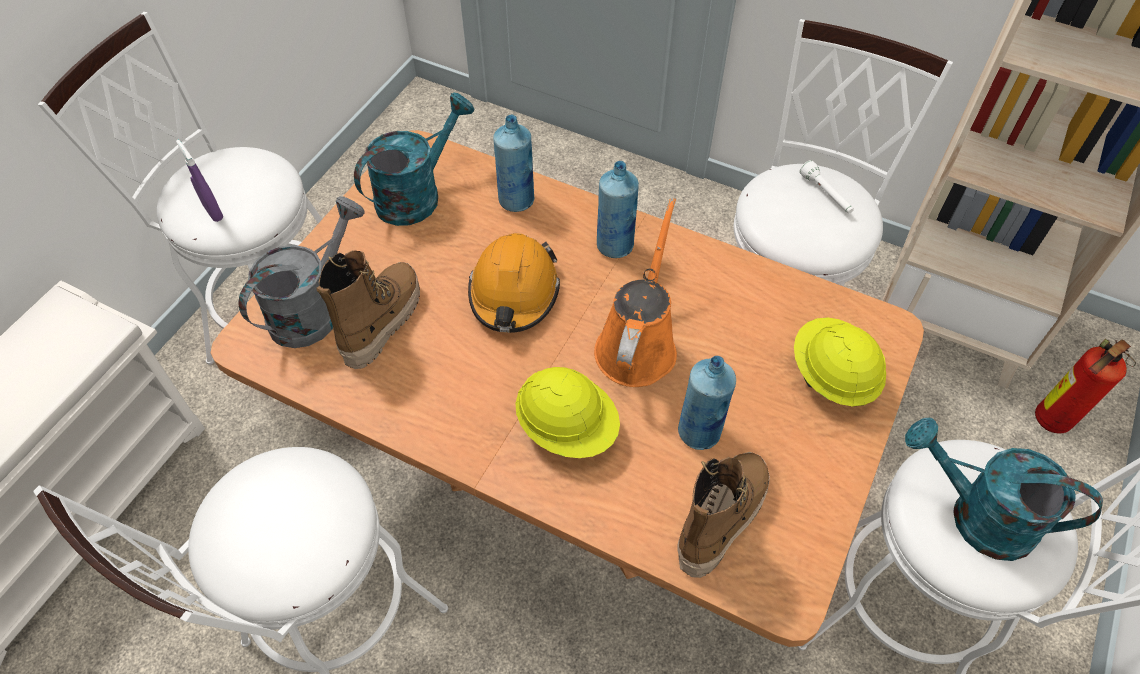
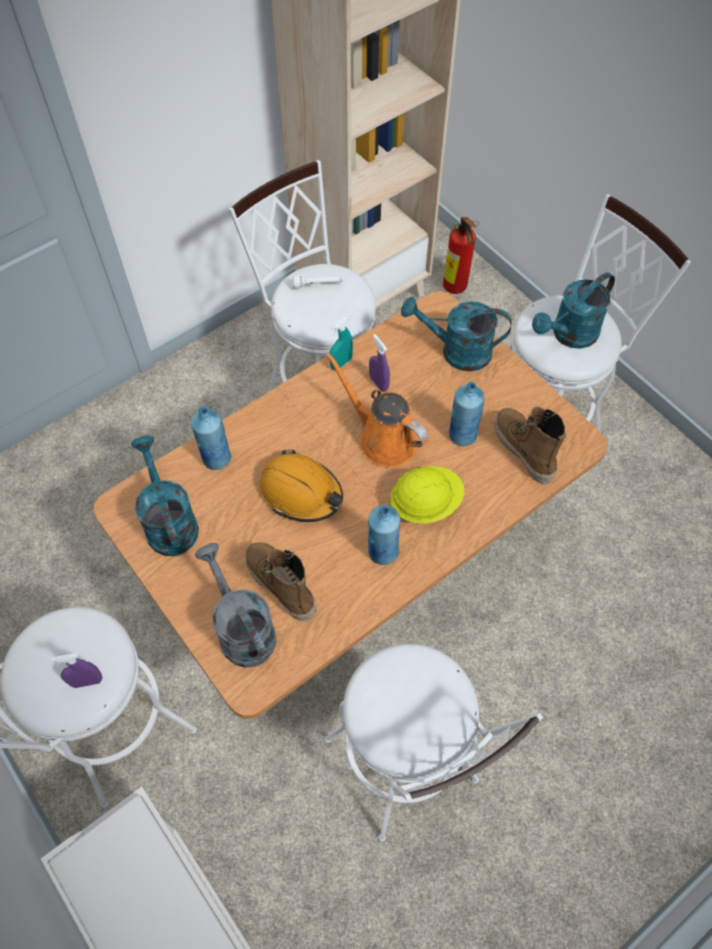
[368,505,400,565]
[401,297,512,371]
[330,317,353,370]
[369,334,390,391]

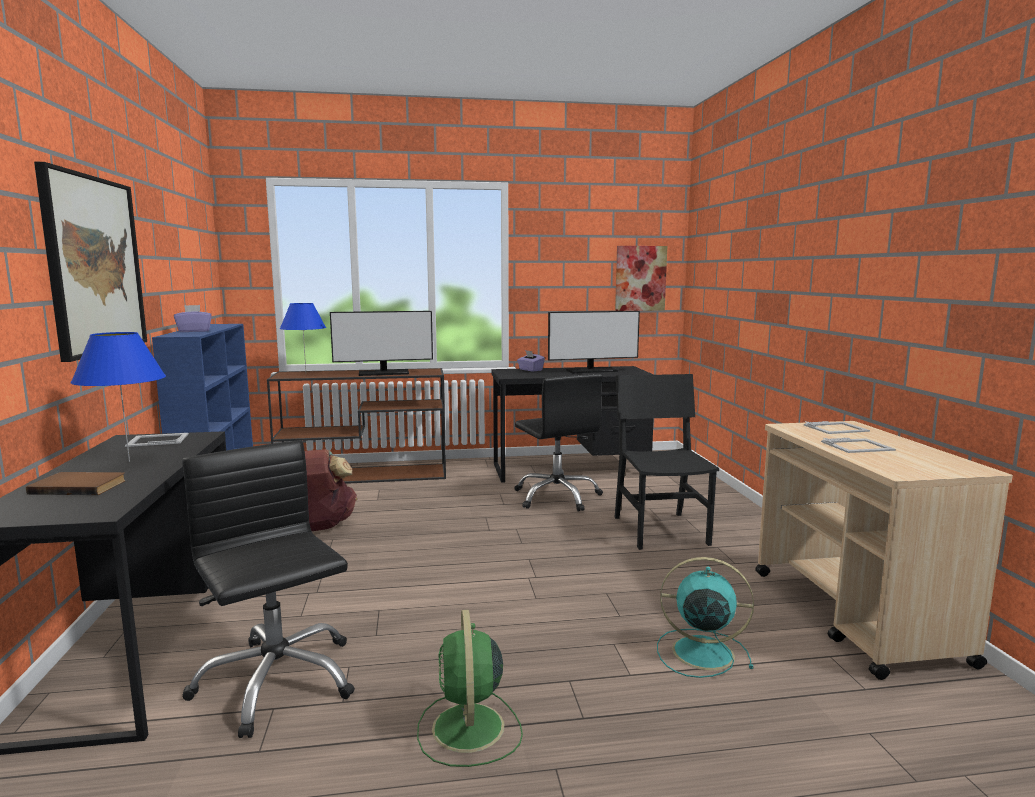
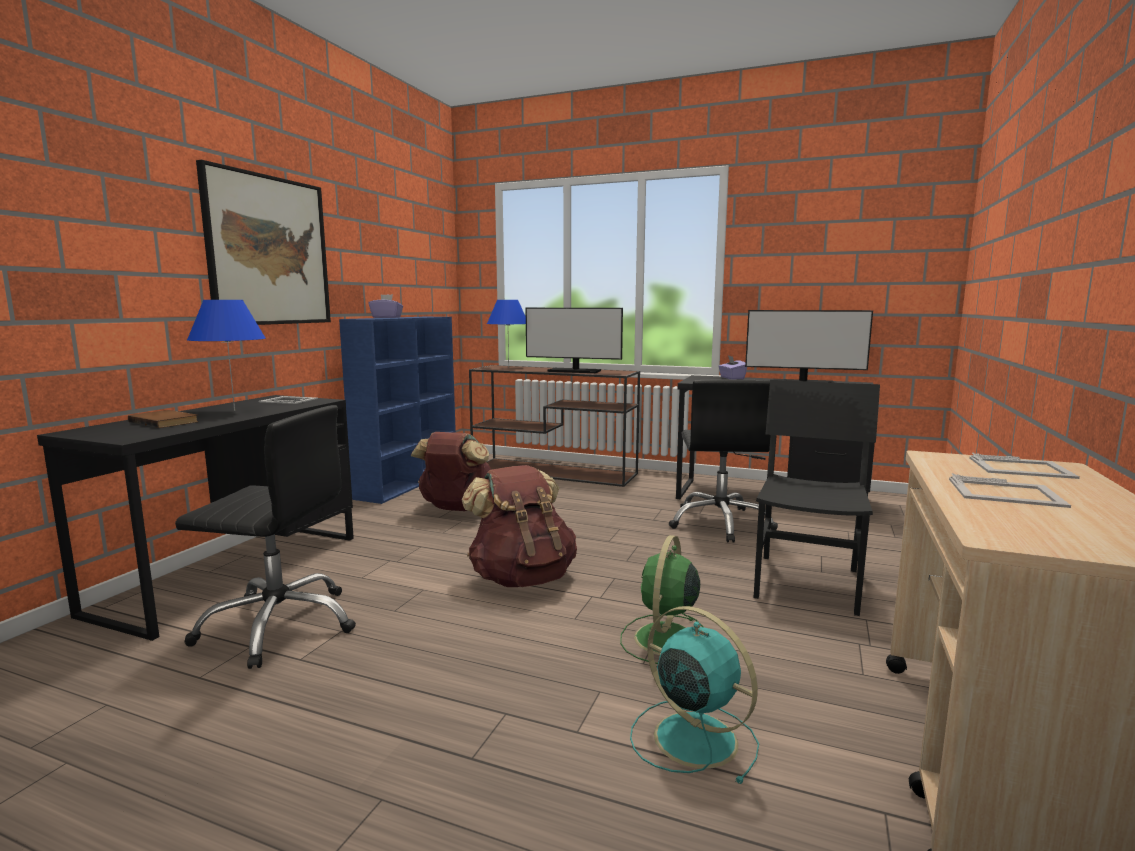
[615,246,667,311] (first image)
[175,405,356,669]
[620,535,704,664]
[462,465,577,587]

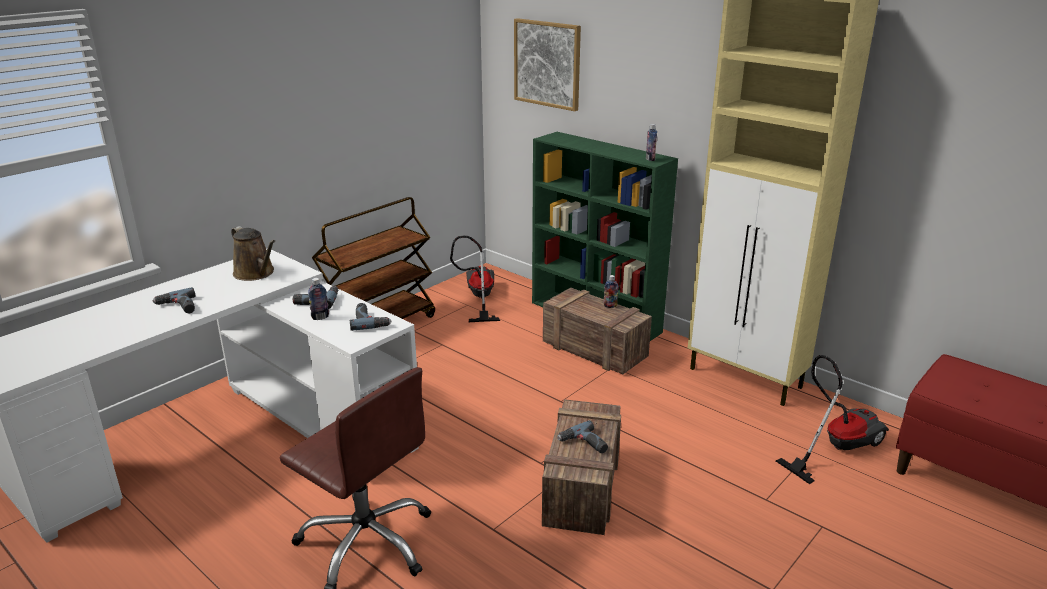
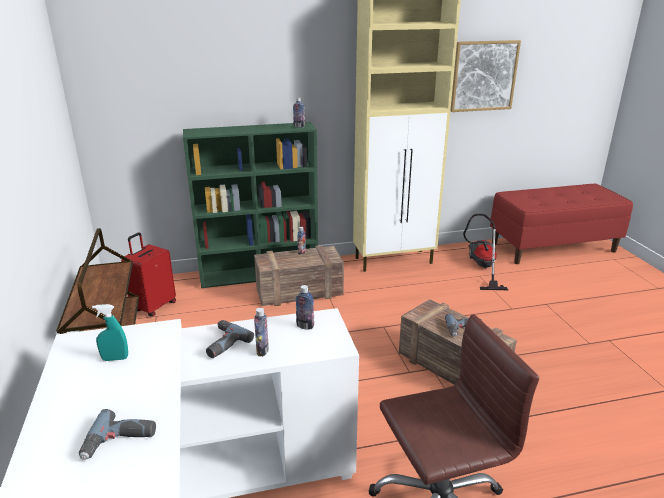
[450,40,521,112]
[92,304,128,361]
[121,232,176,316]
[295,285,314,330]

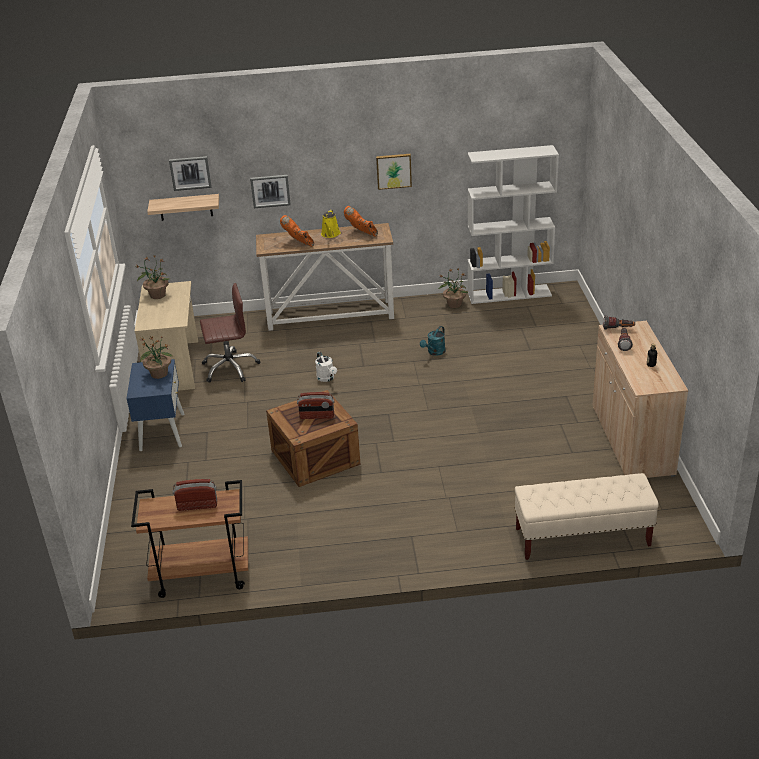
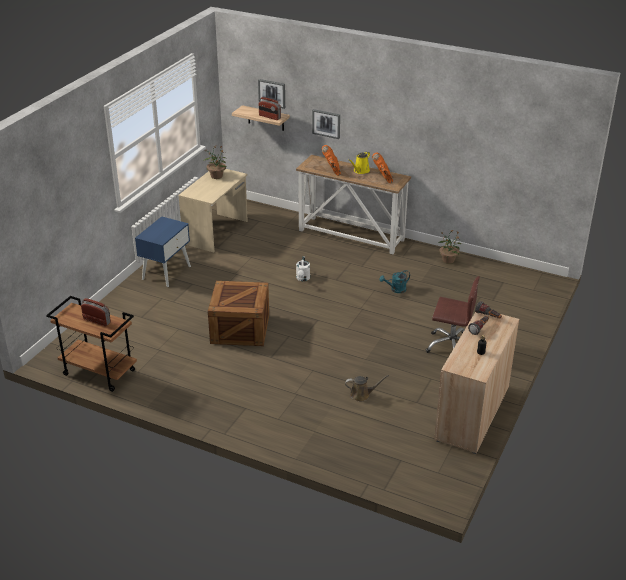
[468,145,559,304] (first image)
[376,154,412,190] (first image)
[426,276,480,353]
[140,337,174,379] (first image)
[259,97,281,120]
[515,473,659,560] (first image)
[345,375,389,402]

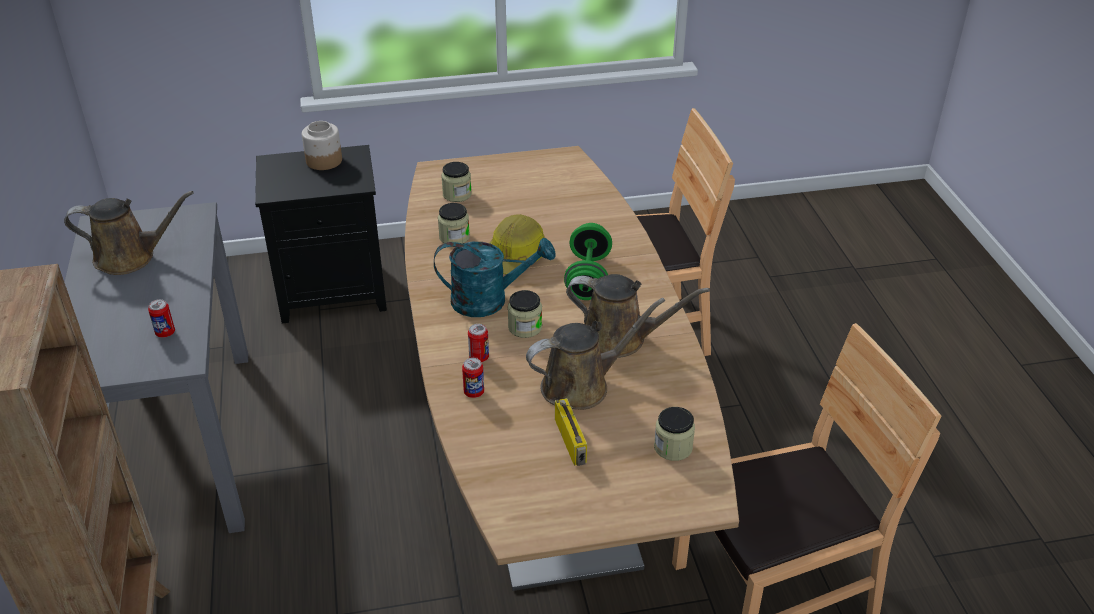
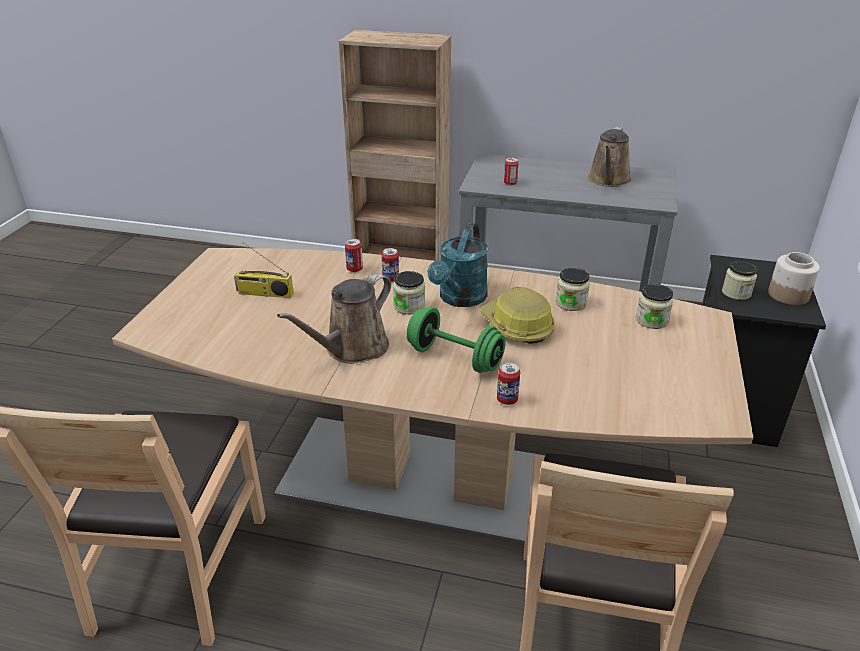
[526,298,665,410] (first image)
[722,261,757,300]
[497,362,520,405]

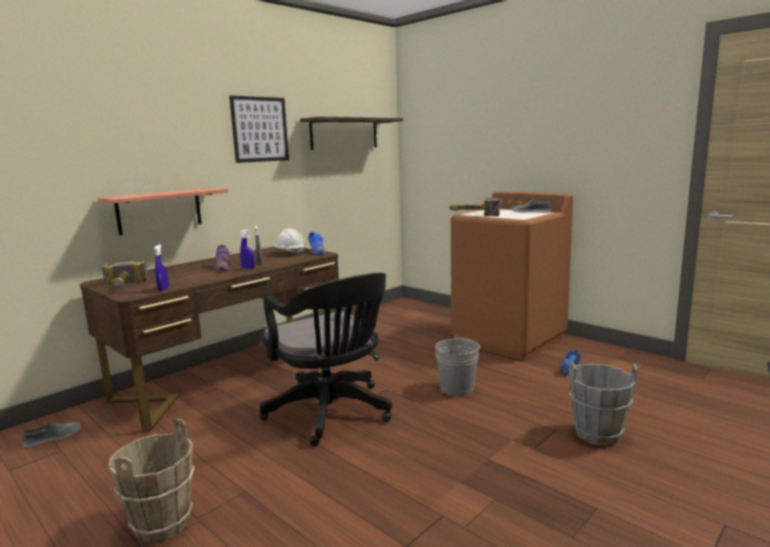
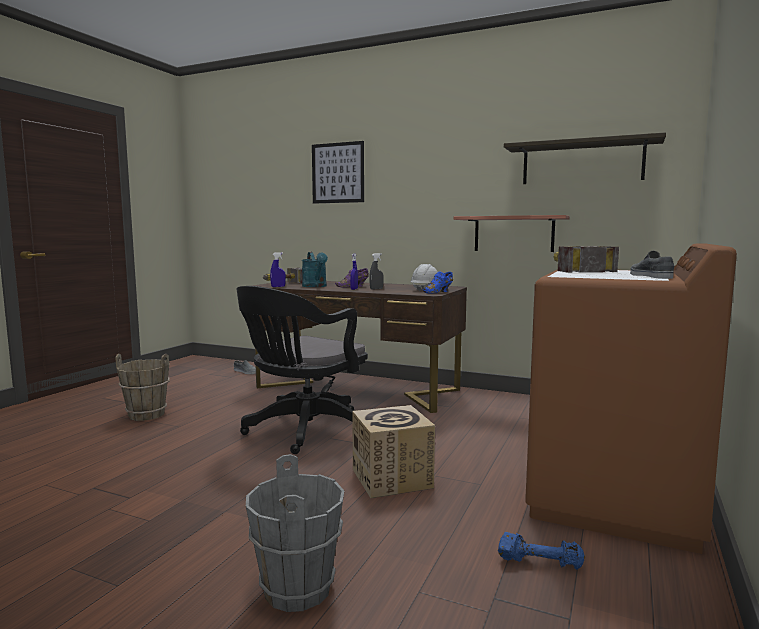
[312,141,364,204]
[454,215,570,252]
[352,405,435,498]
[302,252,328,287]

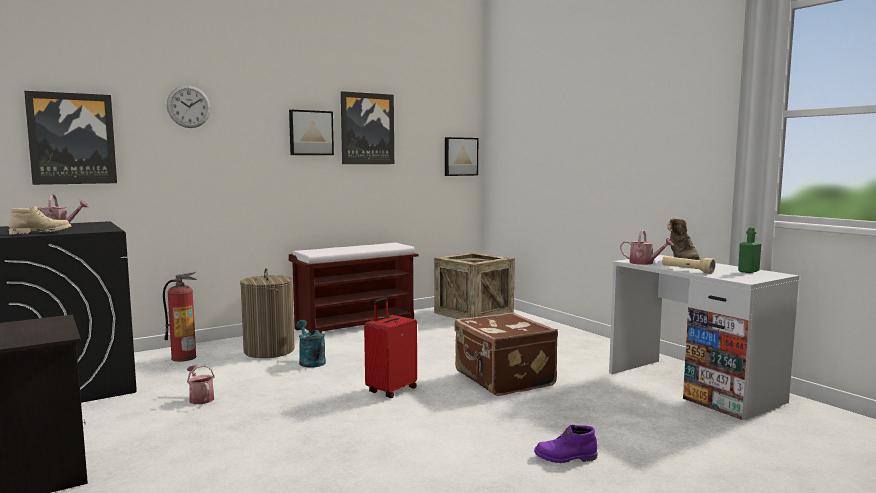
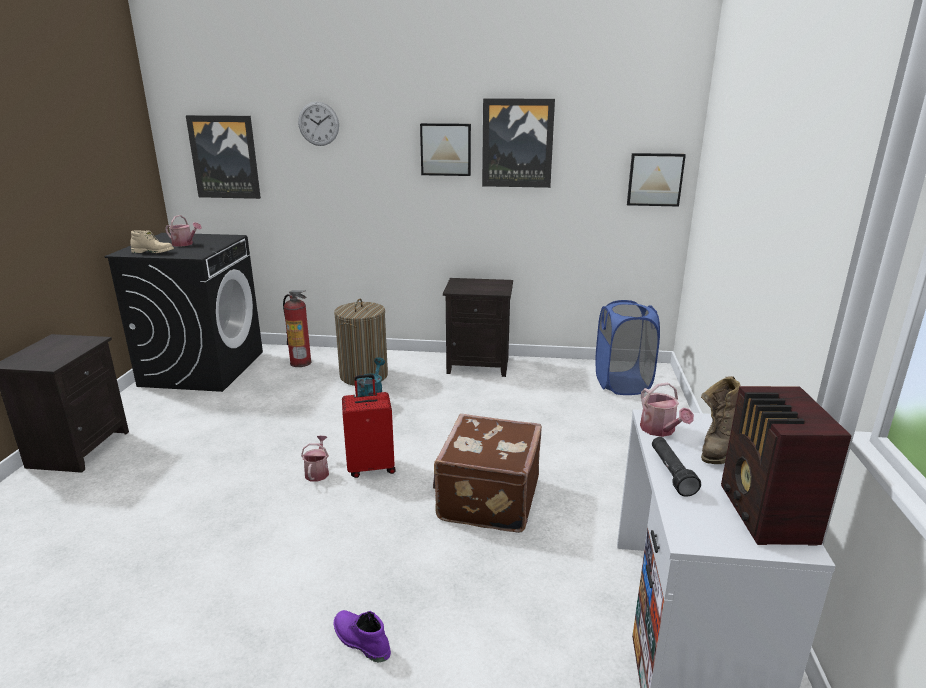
[721,386,852,546]
[443,278,513,377]
[595,300,660,395]
[652,437,701,497]
[301,436,329,482]

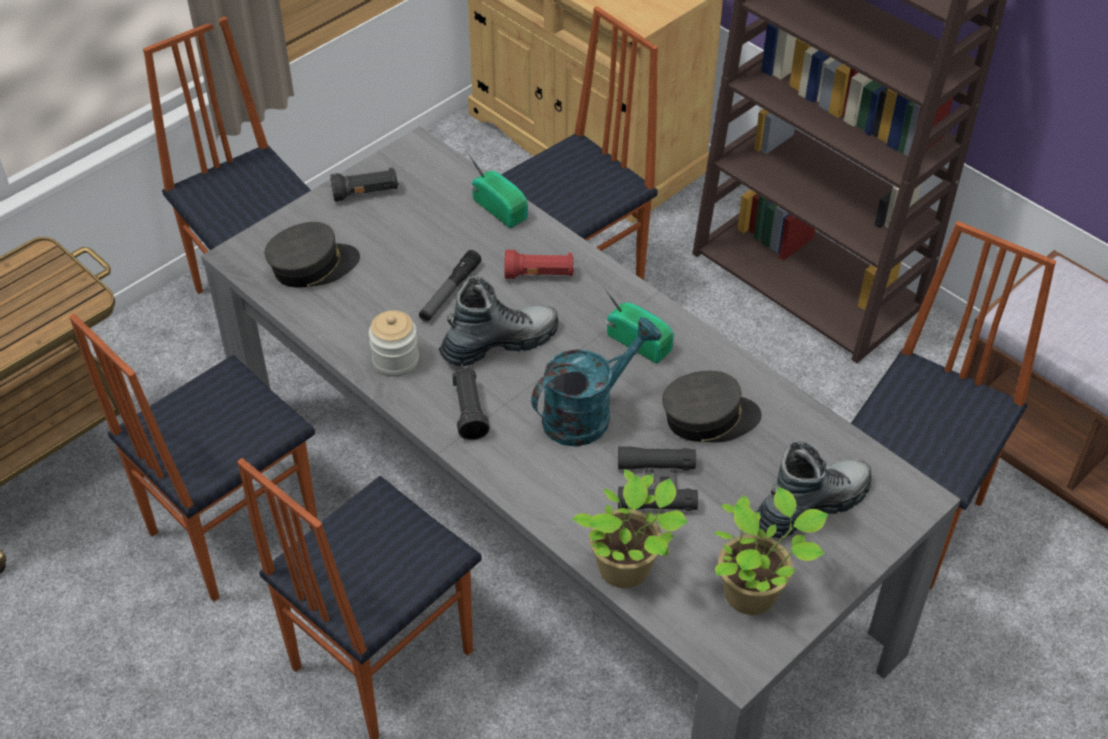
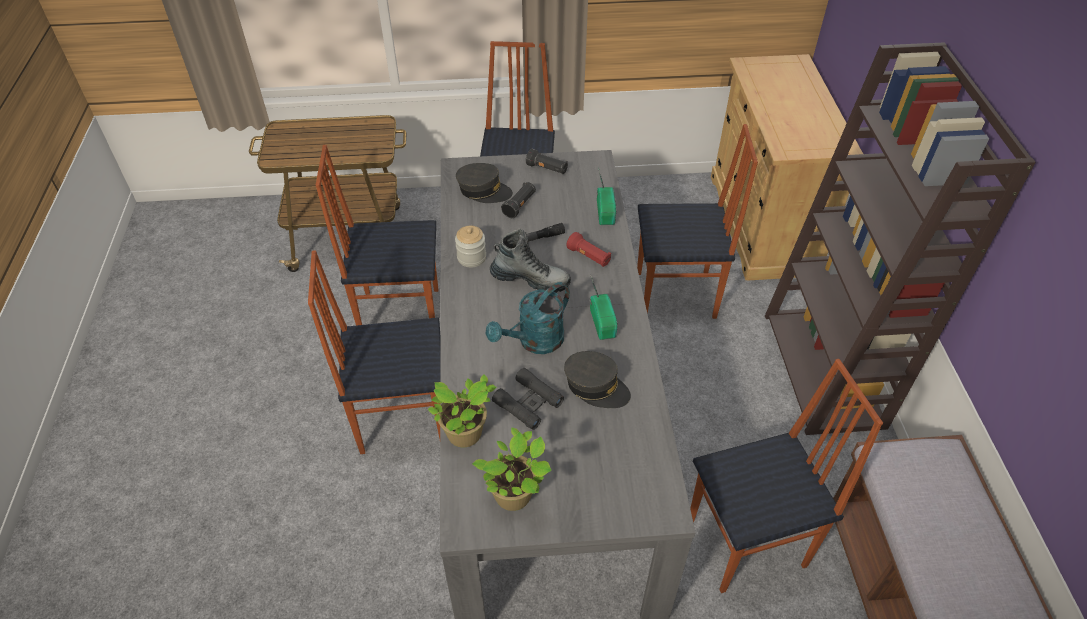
[486,282,570,354]
[501,182,536,218]
[755,441,872,538] (first image)

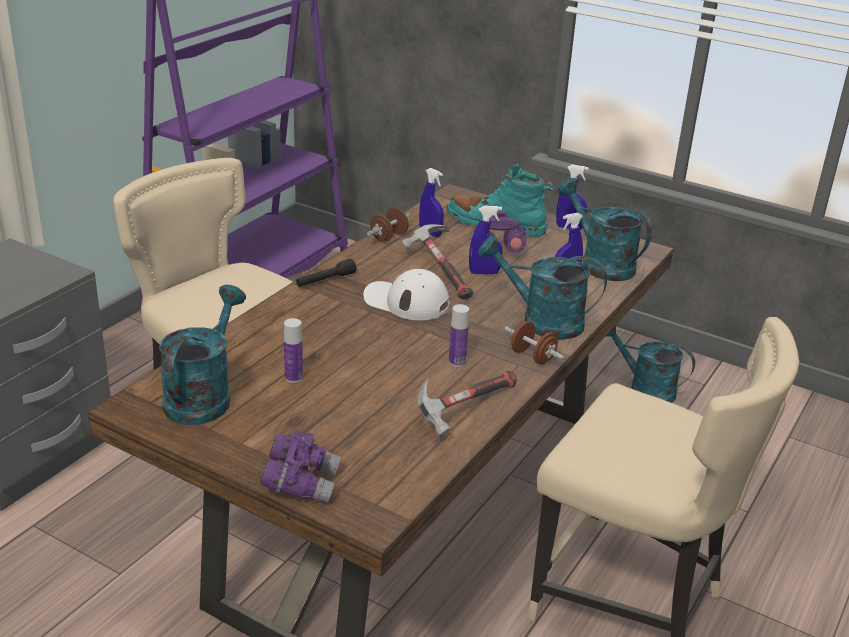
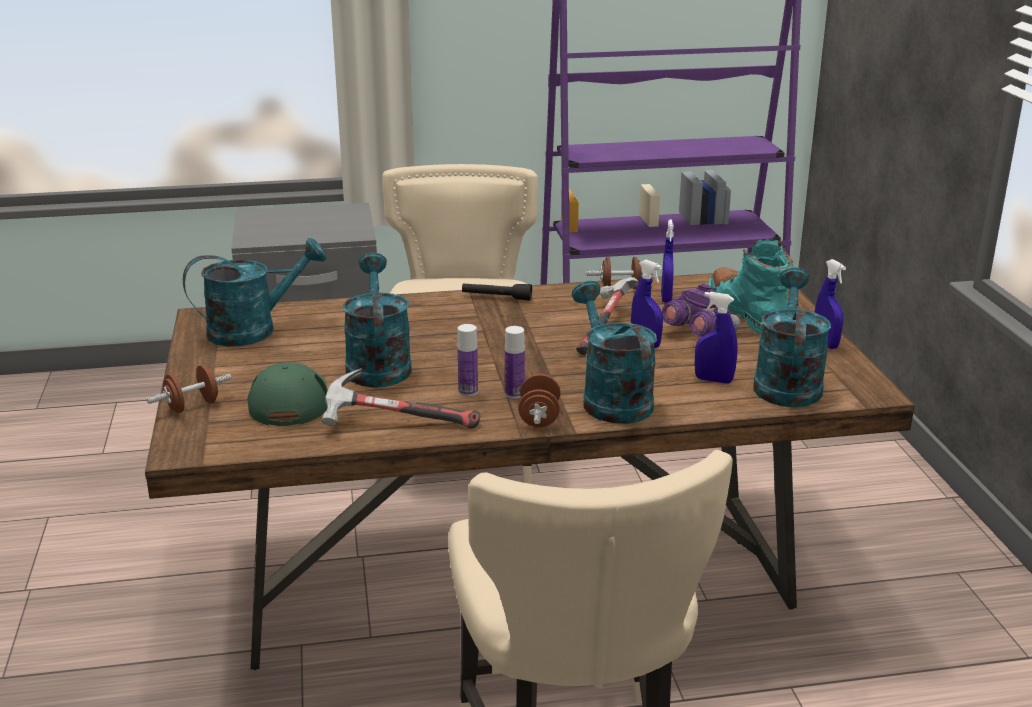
[364,269,450,320] (first image)
[505,326,525,398]
[343,253,412,387]
[147,365,232,413]
[247,362,328,426]

